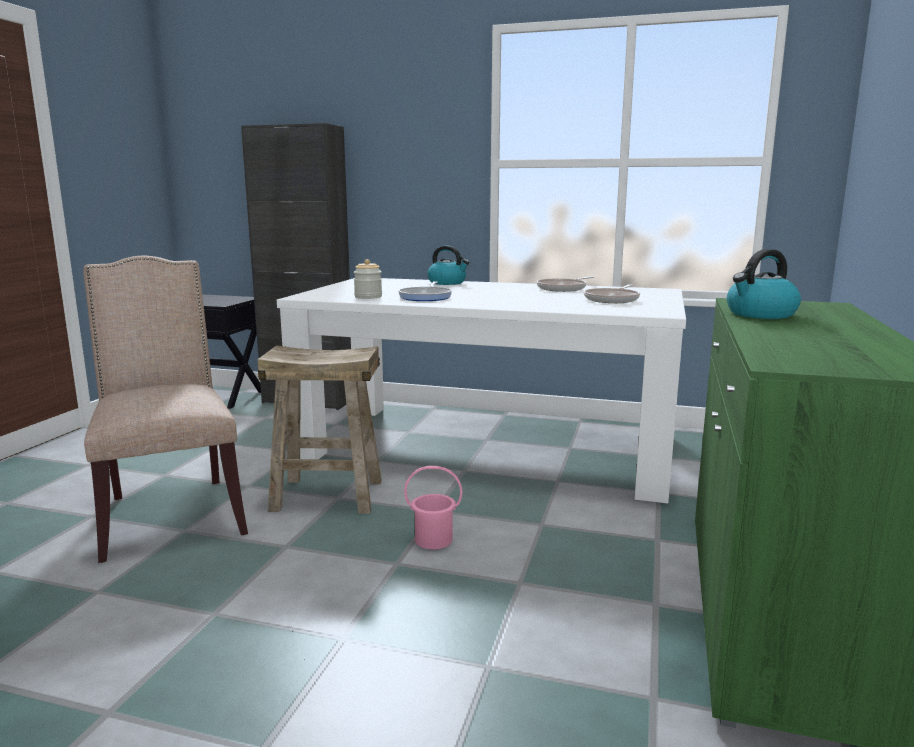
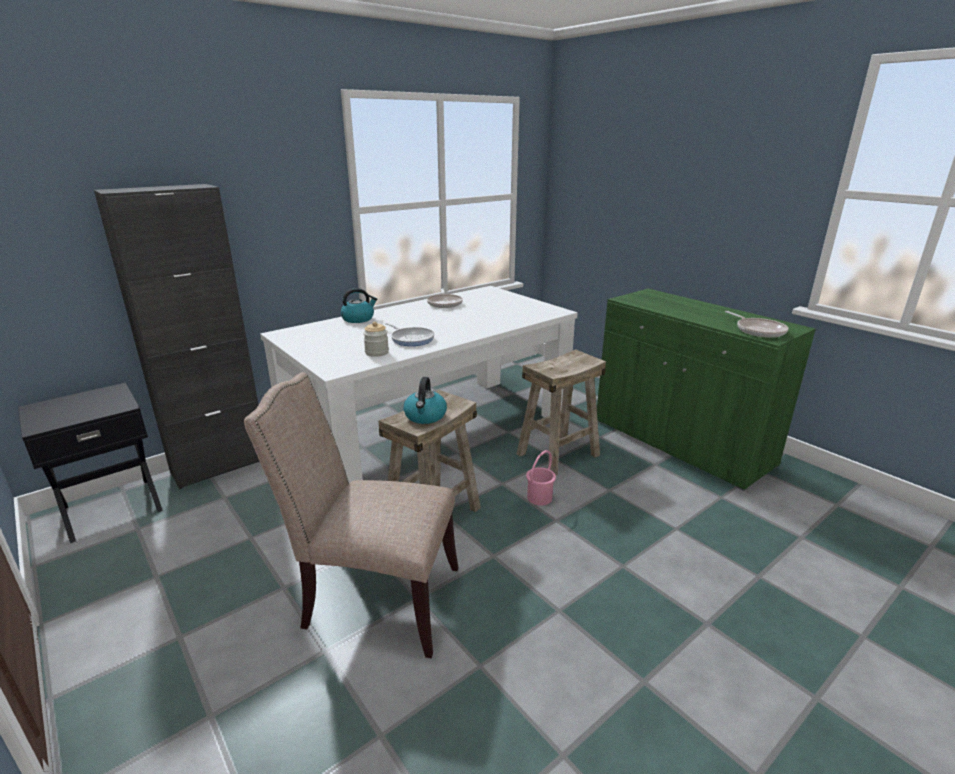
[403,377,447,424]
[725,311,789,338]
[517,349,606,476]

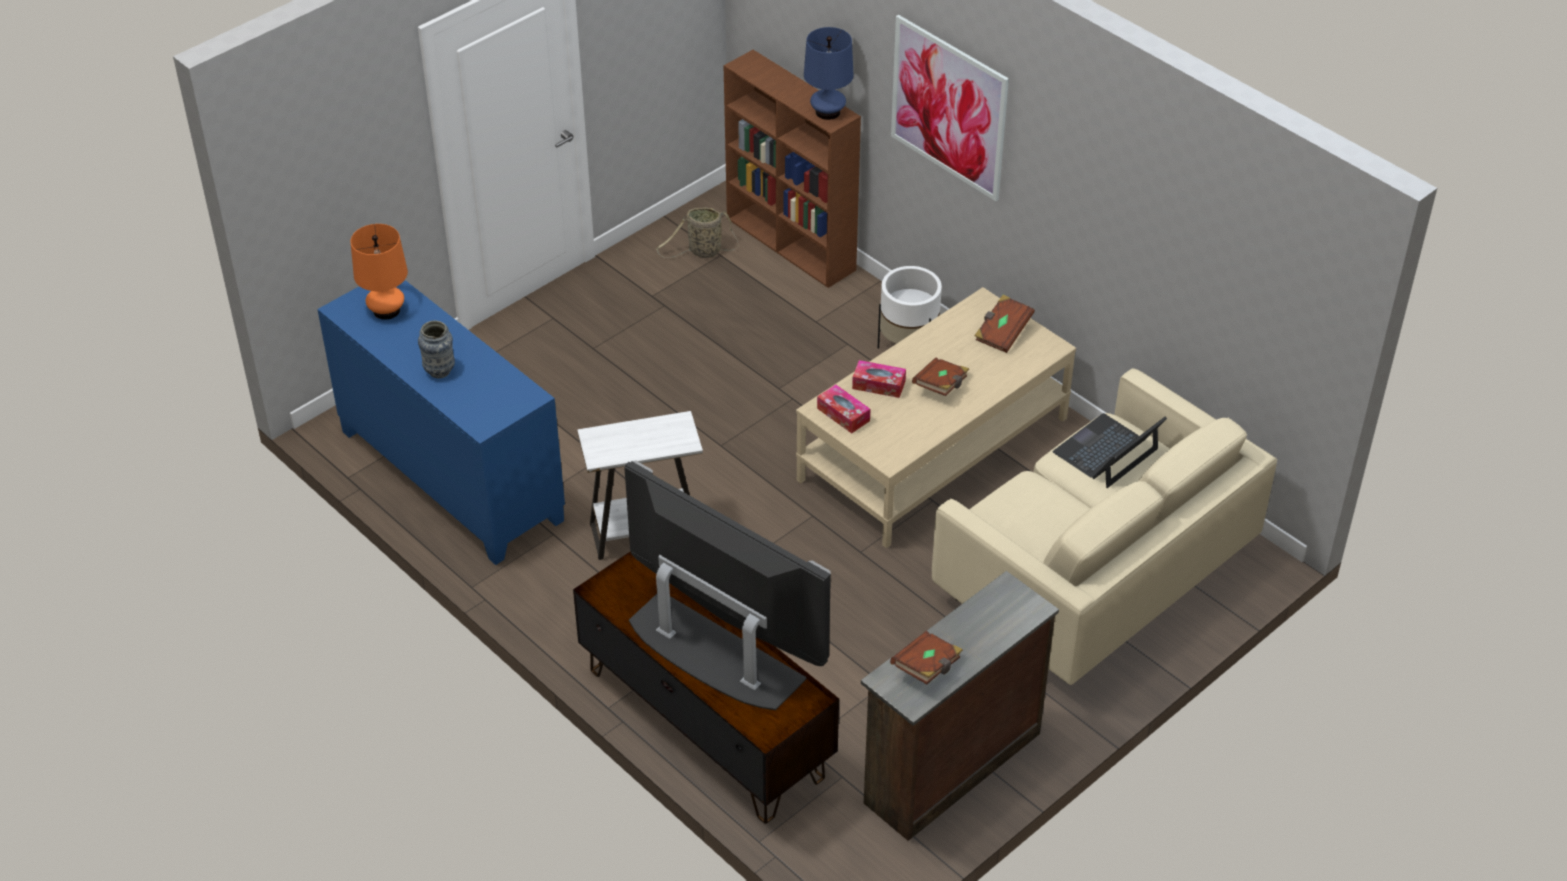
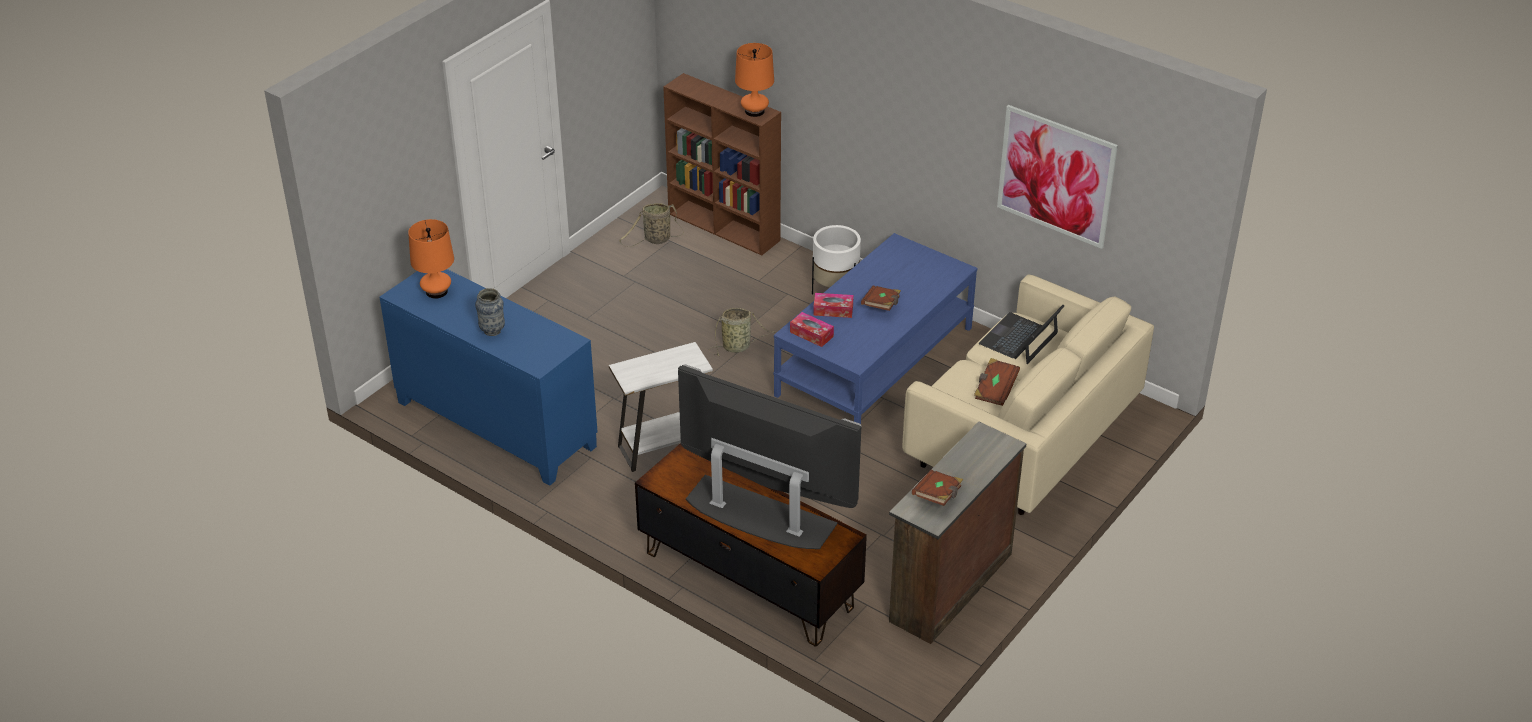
[997,105,1118,249]
[735,43,774,117]
[774,233,977,424]
[974,358,1020,406]
[709,308,776,356]

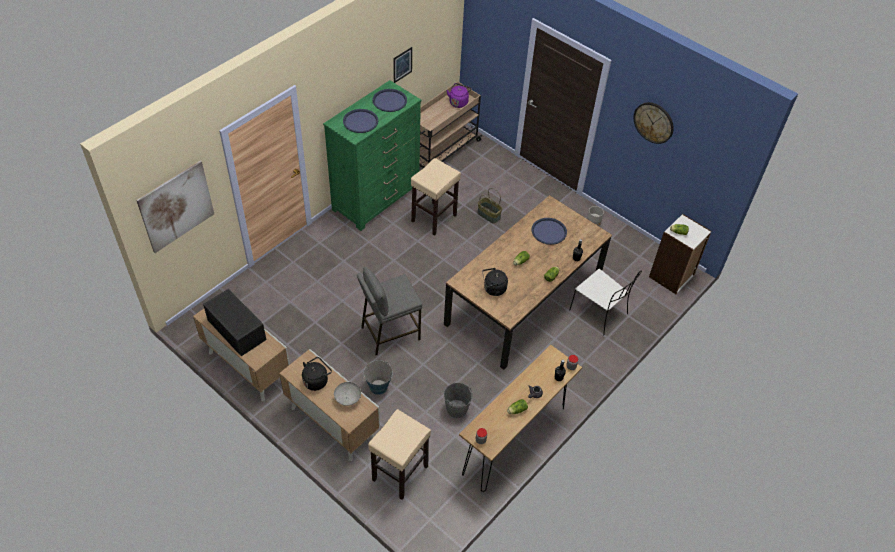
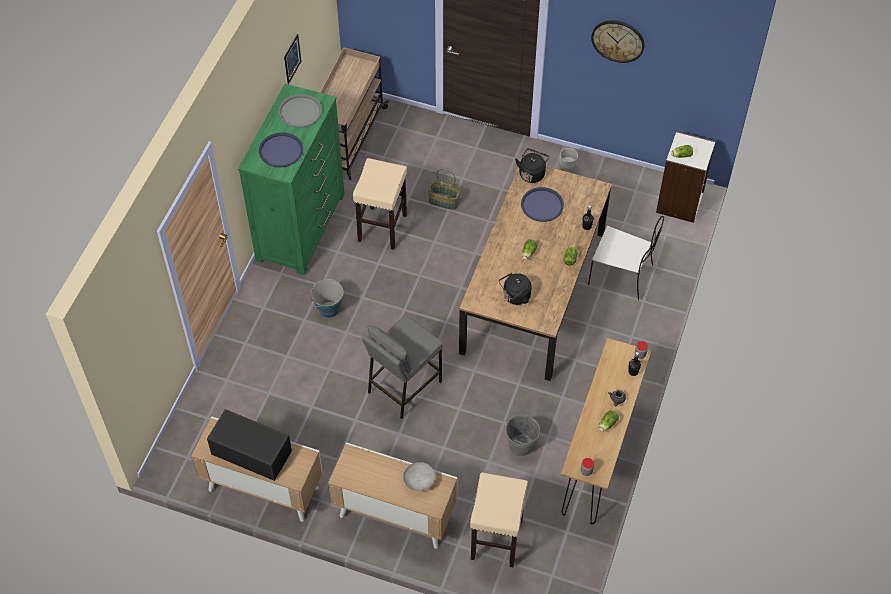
[446,83,472,108] (first image)
[278,94,322,128]
[136,161,214,253] (first image)
[515,148,550,183]
[311,279,344,318]

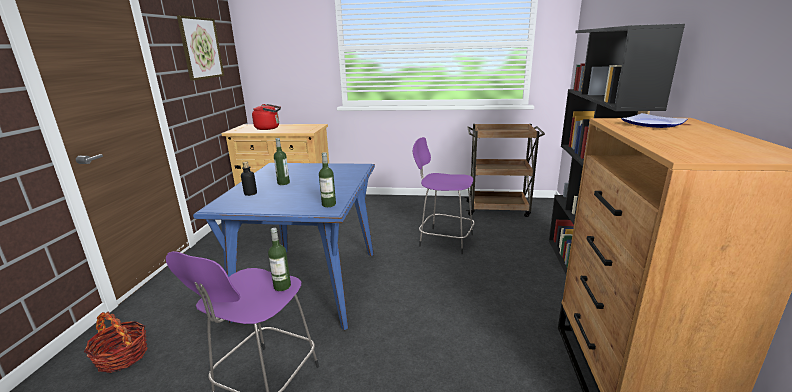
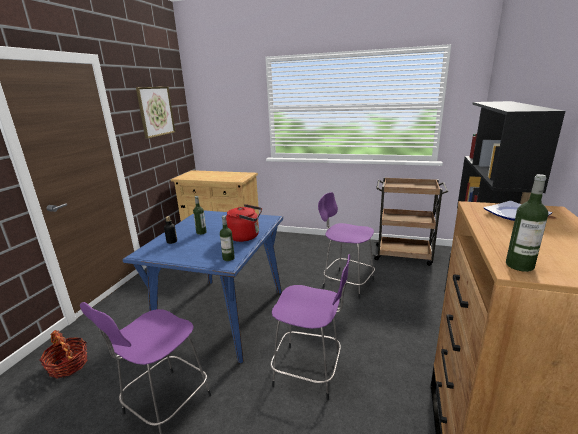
[226,204,262,242]
[506,174,548,272]
[270,254,350,400]

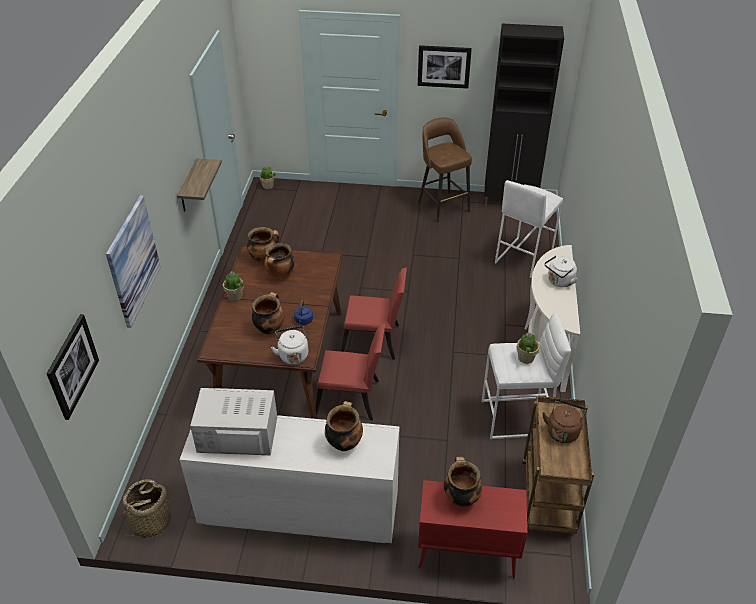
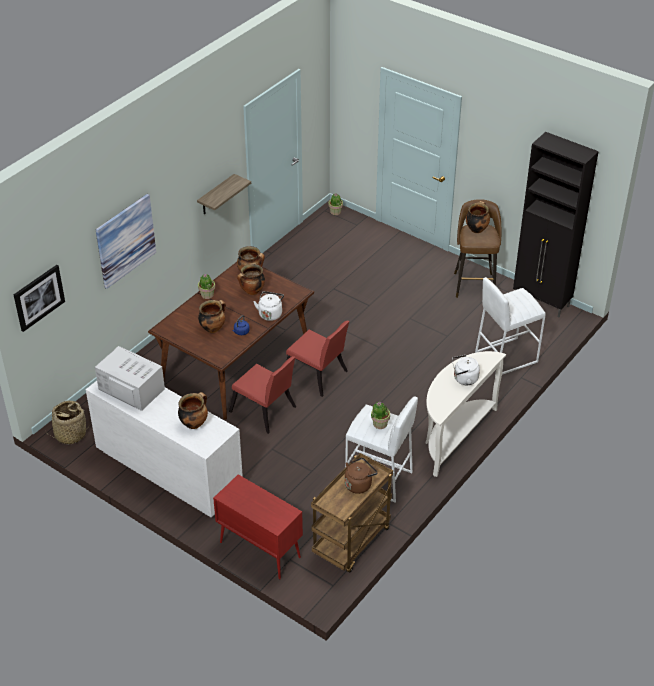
[418,45,472,89] (first image)
[253,291,284,321]
[466,201,490,233]

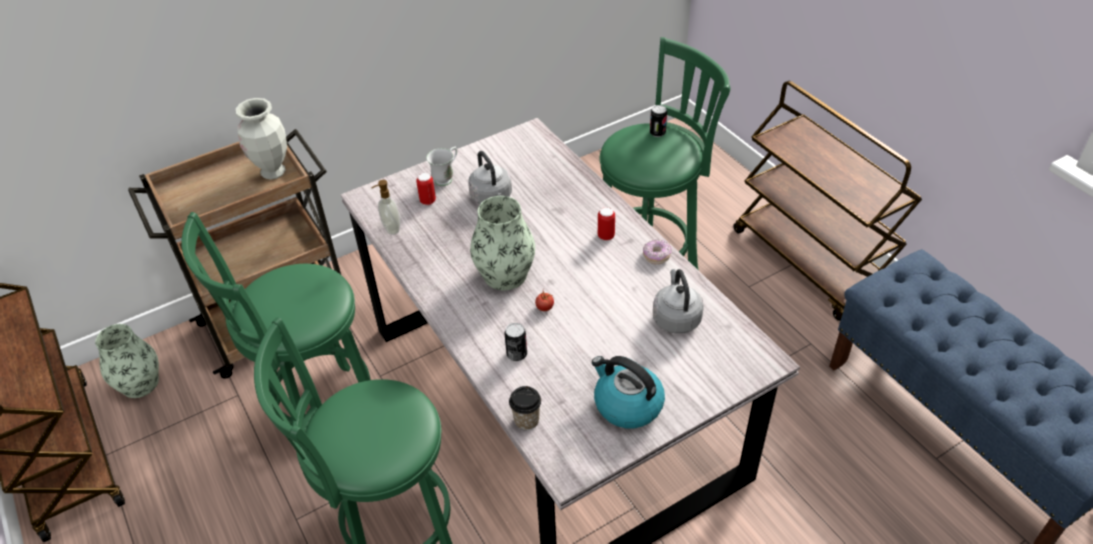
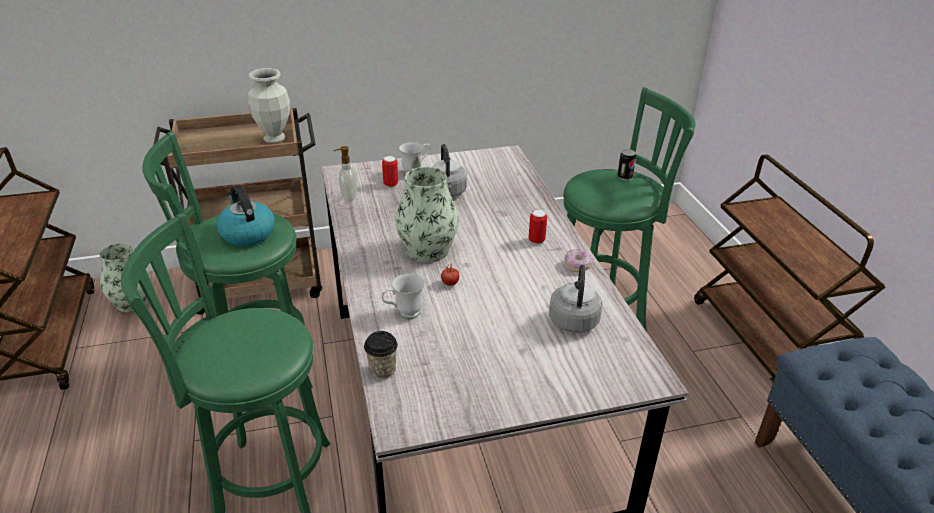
[381,273,425,319]
[217,185,275,246]

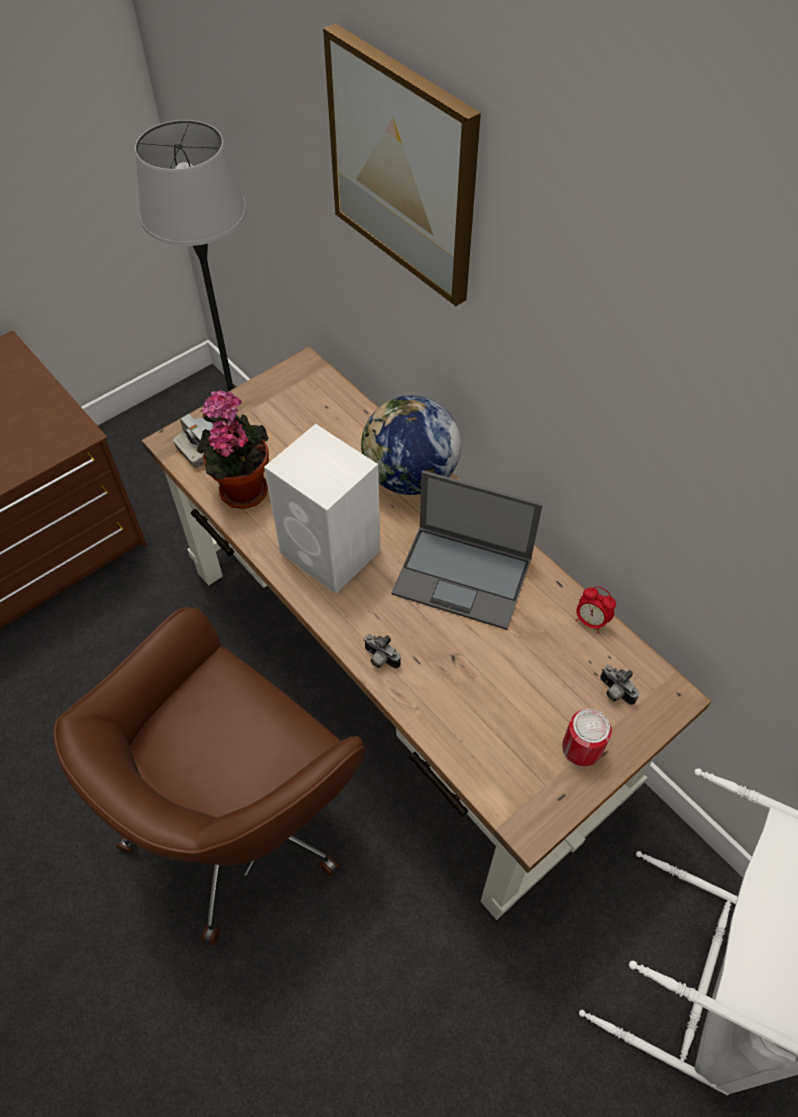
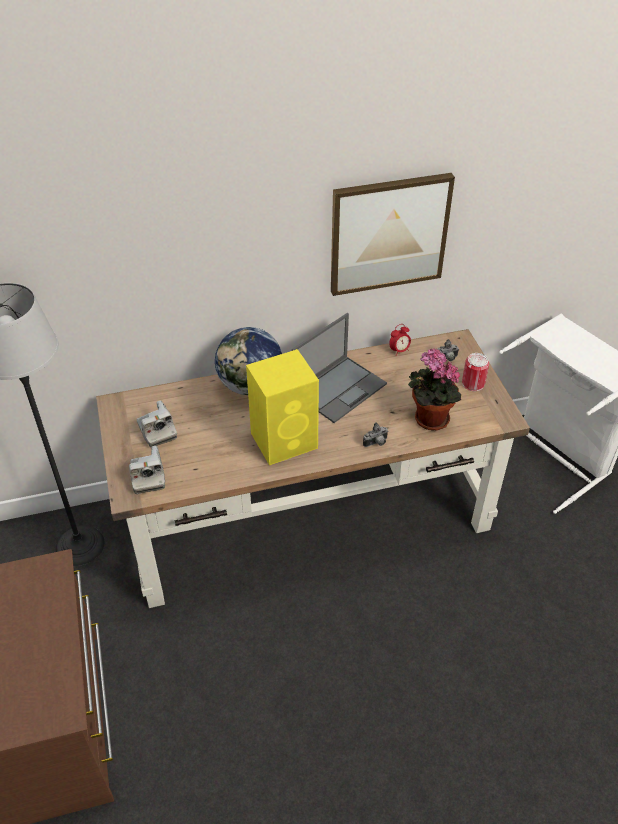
[331,173,455,296]
[408,349,462,431]
[246,349,319,465]
[53,607,366,946] (first image)
[137,400,177,448]

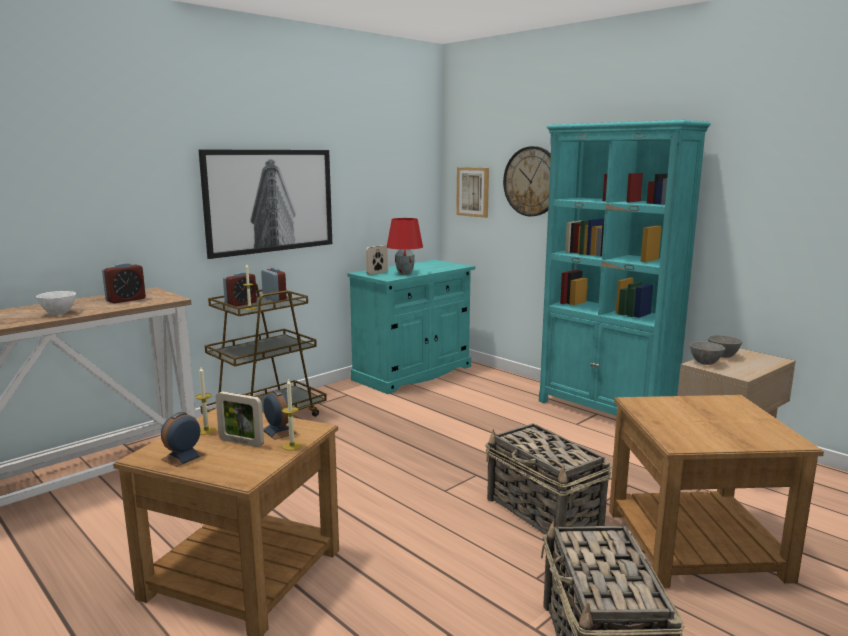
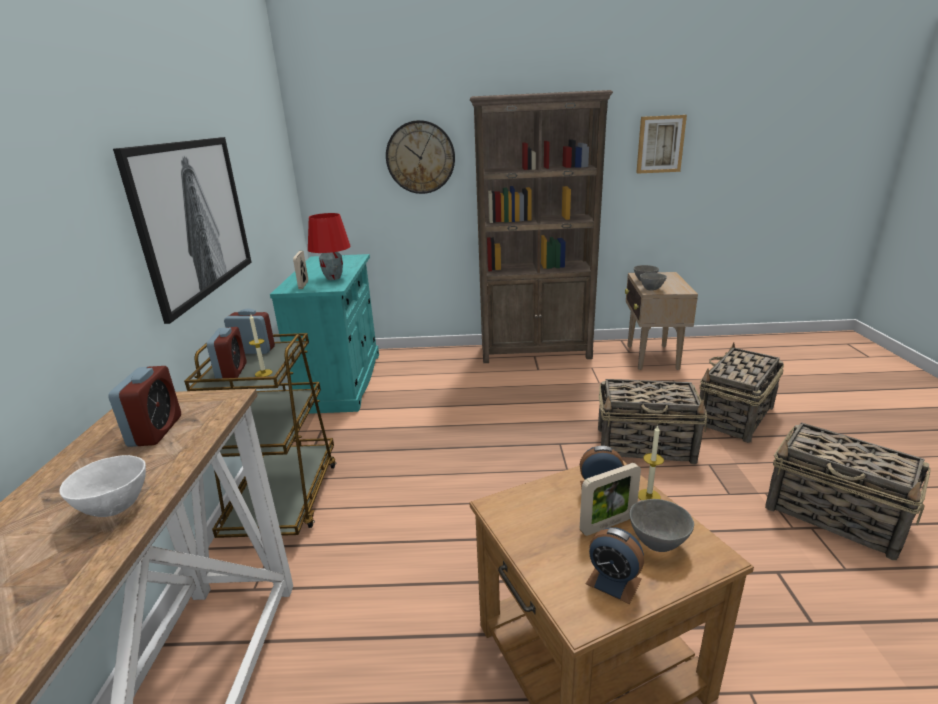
[470,90,613,363]
[636,115,687,174]
[195,367,216,435] (first image)
[699,343,784,443]
[586,527,644,604]
[630,499,694,552]

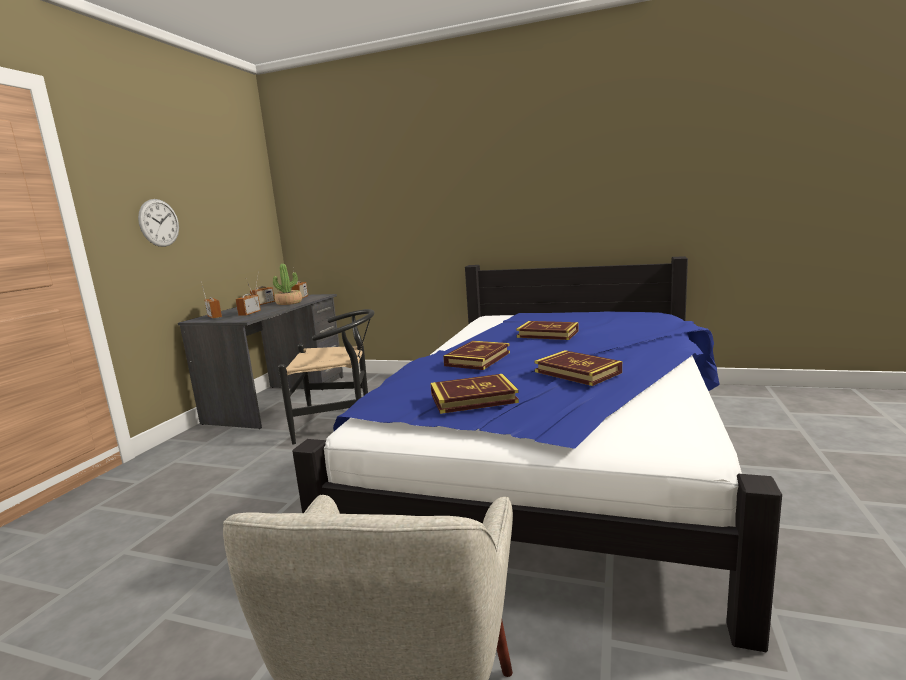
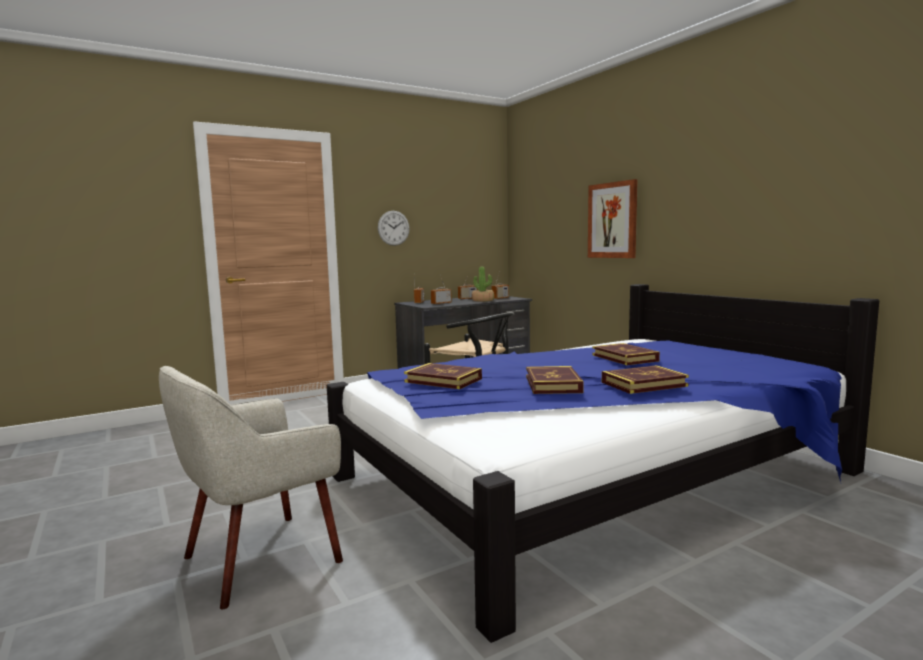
[602,365,689,394]
[588,179,638,258]

